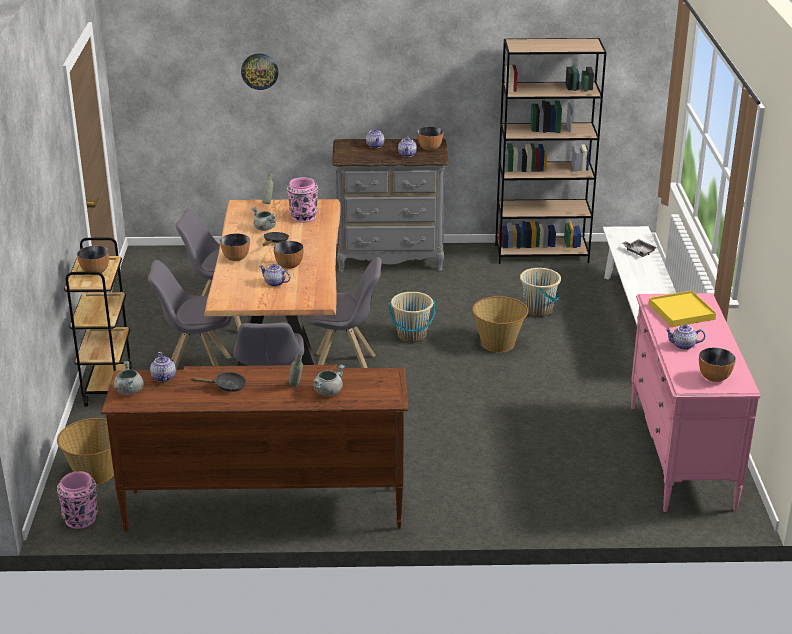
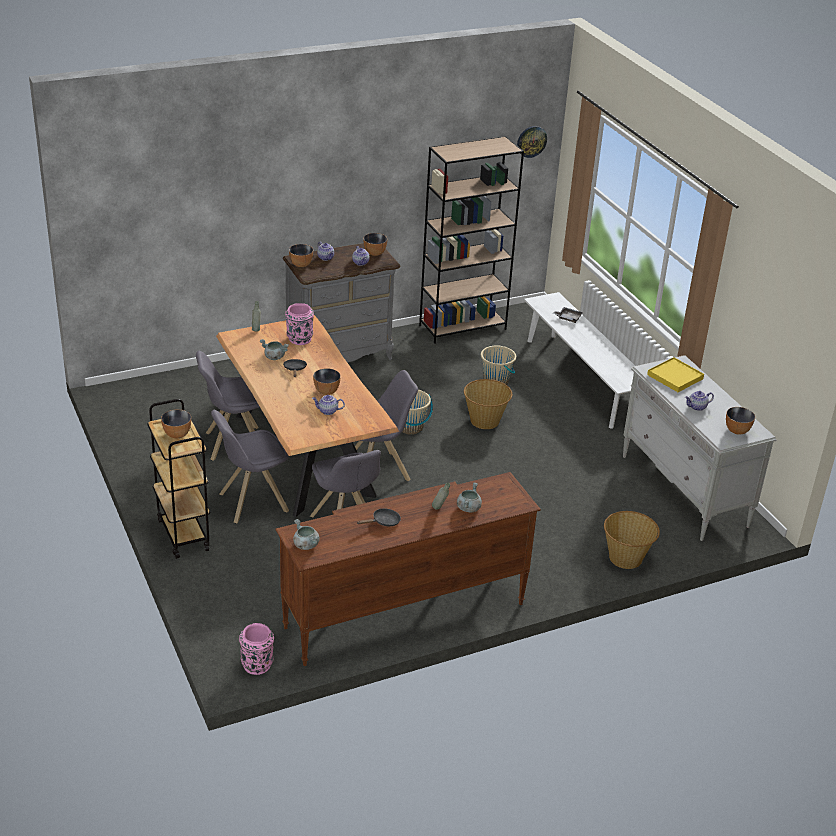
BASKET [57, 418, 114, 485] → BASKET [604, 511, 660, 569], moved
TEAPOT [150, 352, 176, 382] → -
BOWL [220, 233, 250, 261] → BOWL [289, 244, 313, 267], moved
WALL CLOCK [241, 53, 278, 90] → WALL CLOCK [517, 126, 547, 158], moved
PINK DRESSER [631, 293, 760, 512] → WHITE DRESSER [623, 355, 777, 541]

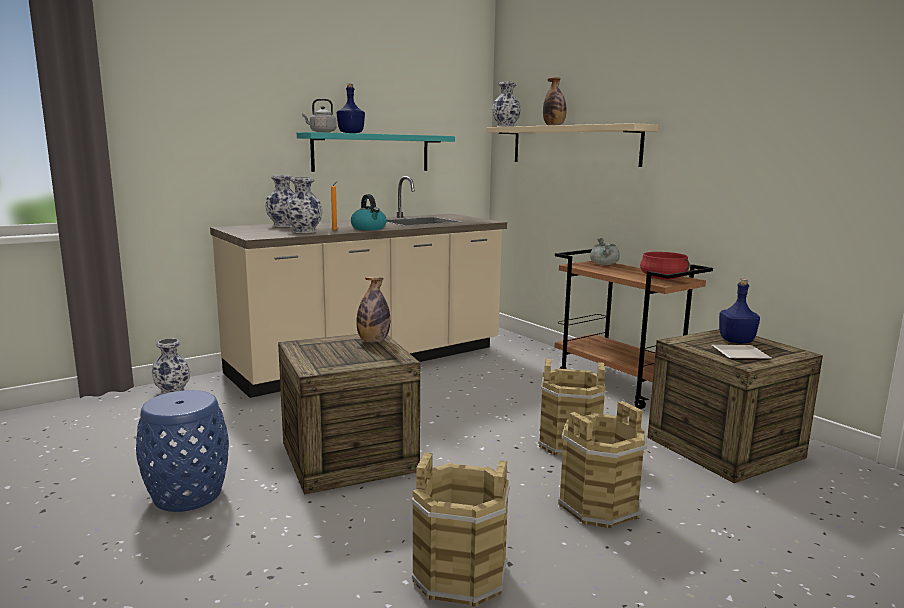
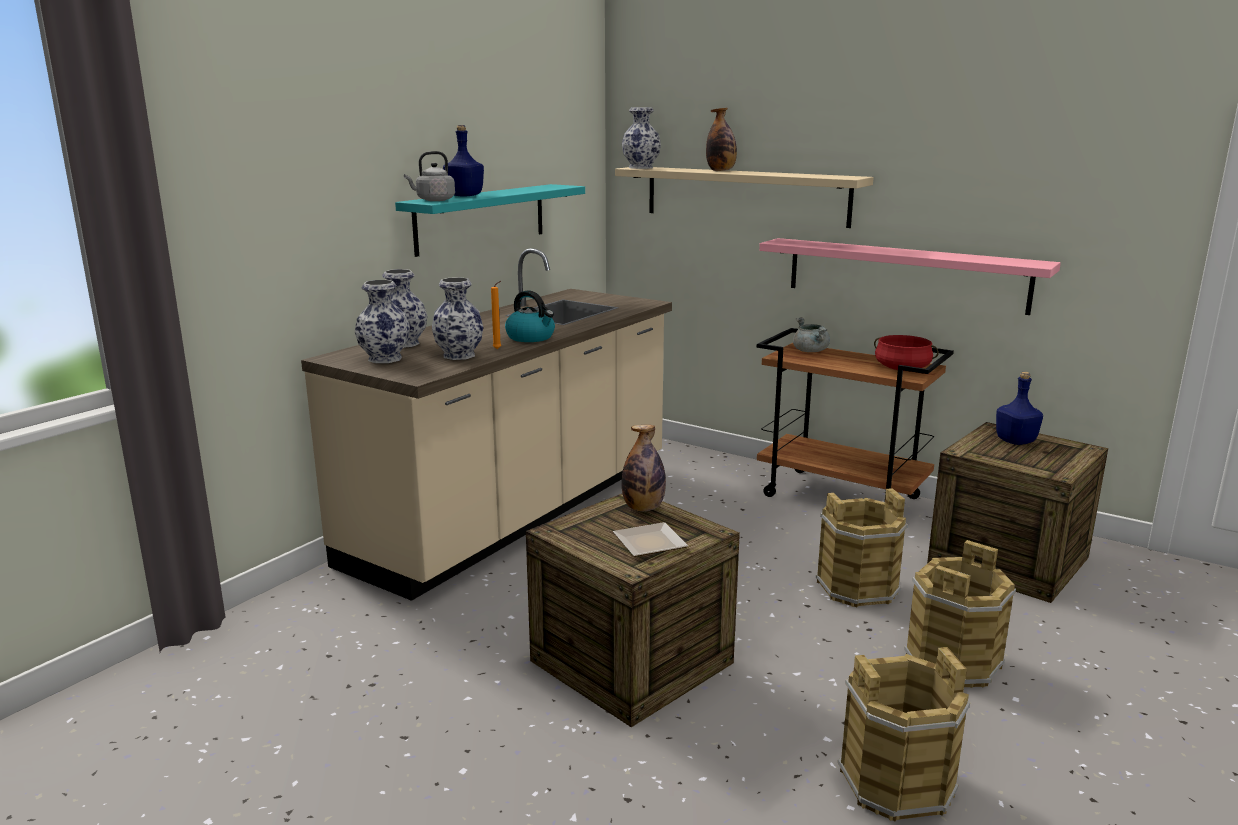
BLUE STOOL [136, 390, 229, 512] → -
VASE [152, 338, 190, 395] → VASE [355, 280, 410, 363], moved
PLATE [712, 345, 772, 360] → PLATE [613, 522, 688, 557], moved
- → PINK SHELF [759, 238, 1061, 315]

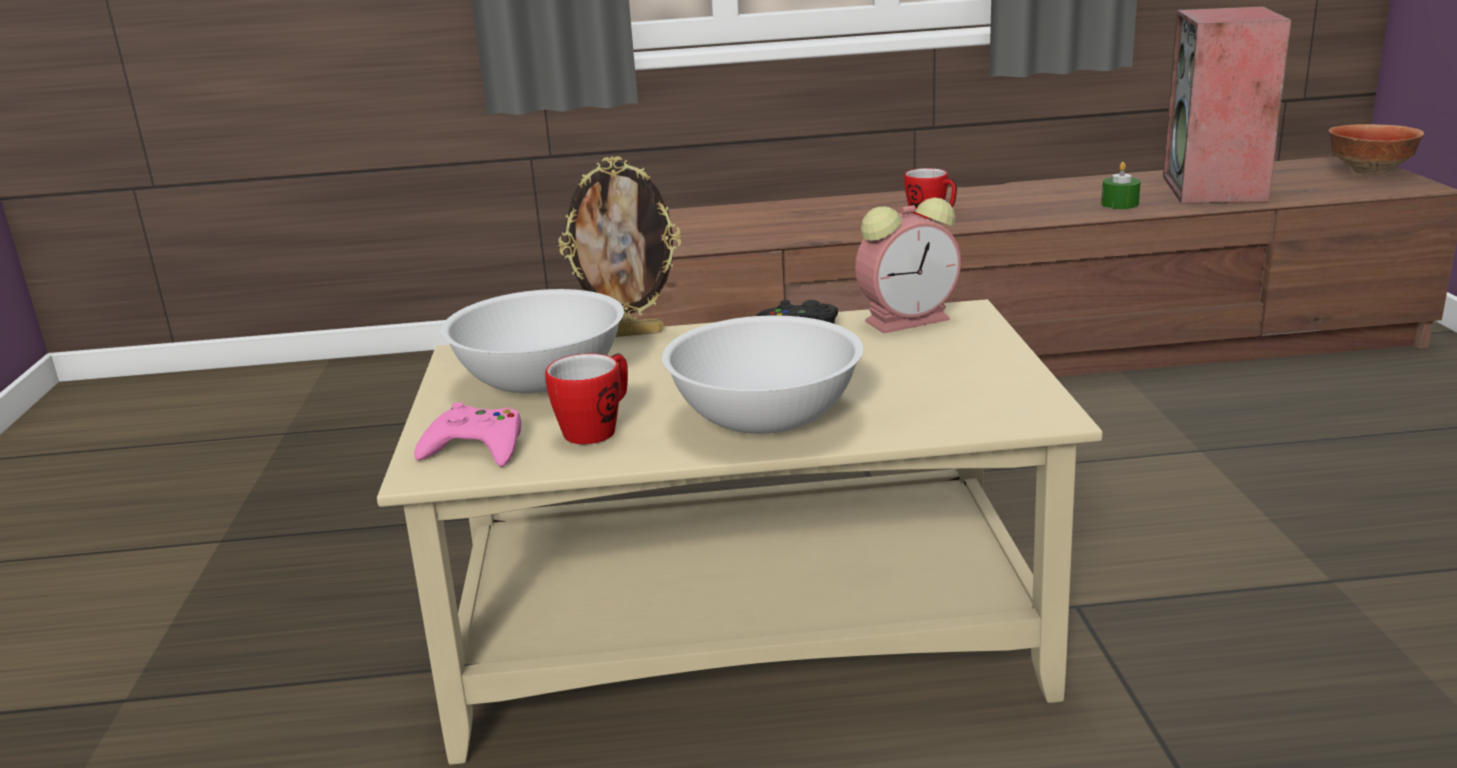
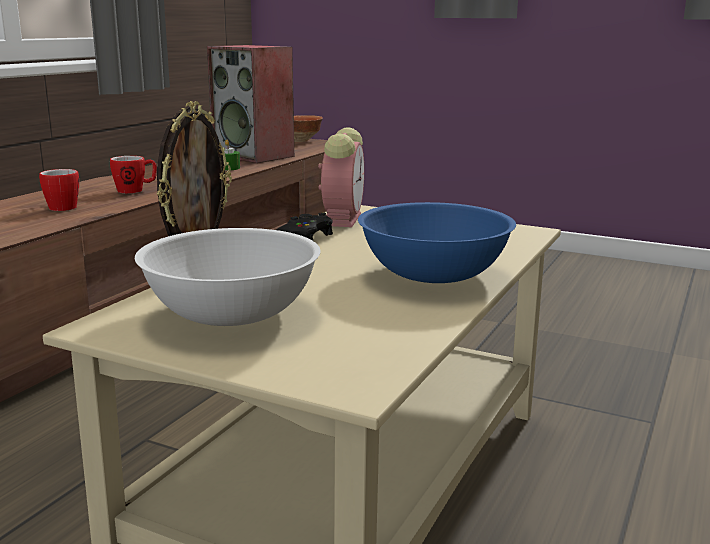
PINK GAME CONTROLLER [414, 402, 521, 467] → -
MUG [545, 354, 628, 444] → MUG [39, 169, 79, 211], moved
WHITE BOWL [662, 315, 863, 434] → BLUE BOWL [358, 202, 516, 283]

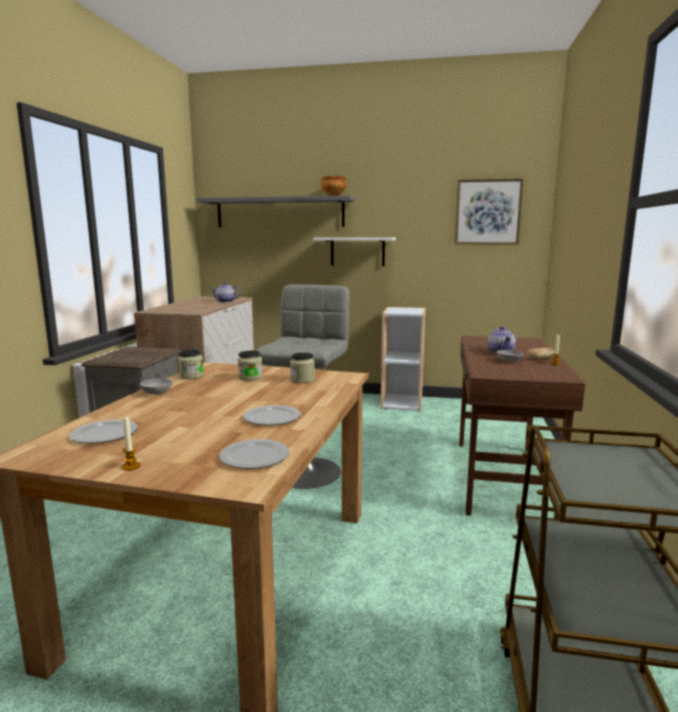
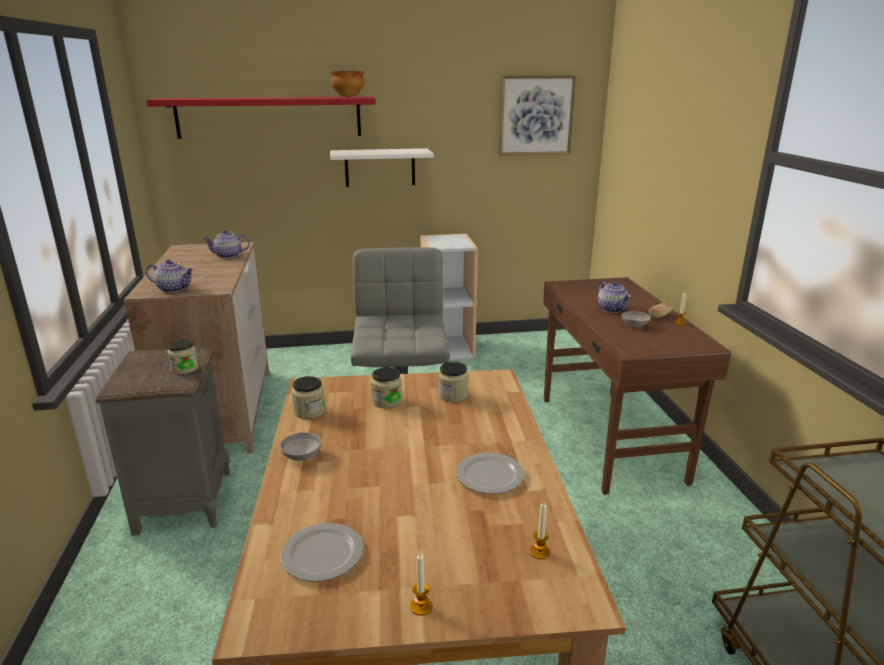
GREY SHELF [197, 195, 355, 227] → RED SHELF [146, 97, 376, 139]
PLATE [219, 439, 290, 469] → CANDLE [530, 503, 550, 560]
- → TEAPOT [146, 259, 194, 293]
- → JAR [167, 339, 198, 374]

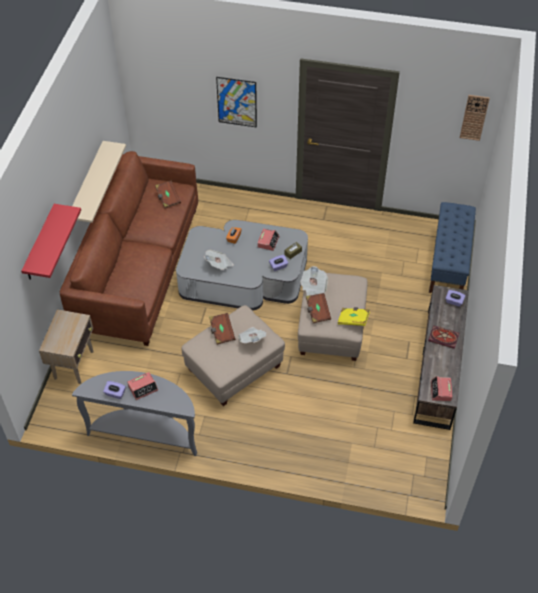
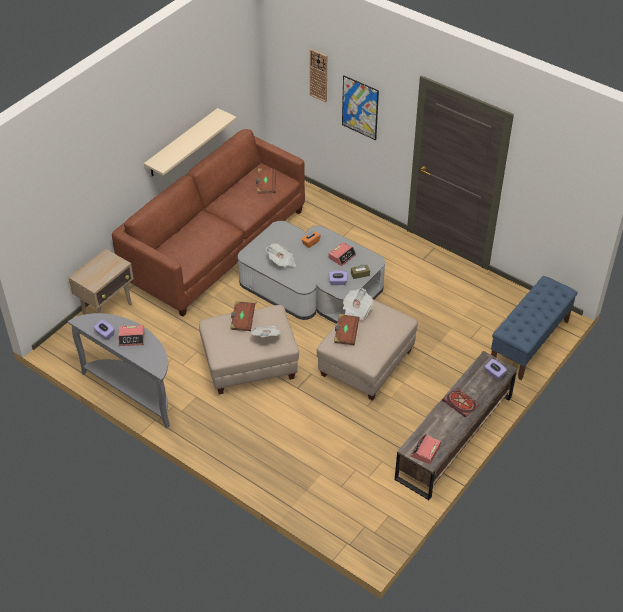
RED SHELF [21, 204, 81, 280] → -
YELLOW BOOK [338, 307, 370, 326] → -
WALL CLOCK [460, 95, 490, 141] → WALL CLOCK [310, 49, 327, 102], moved

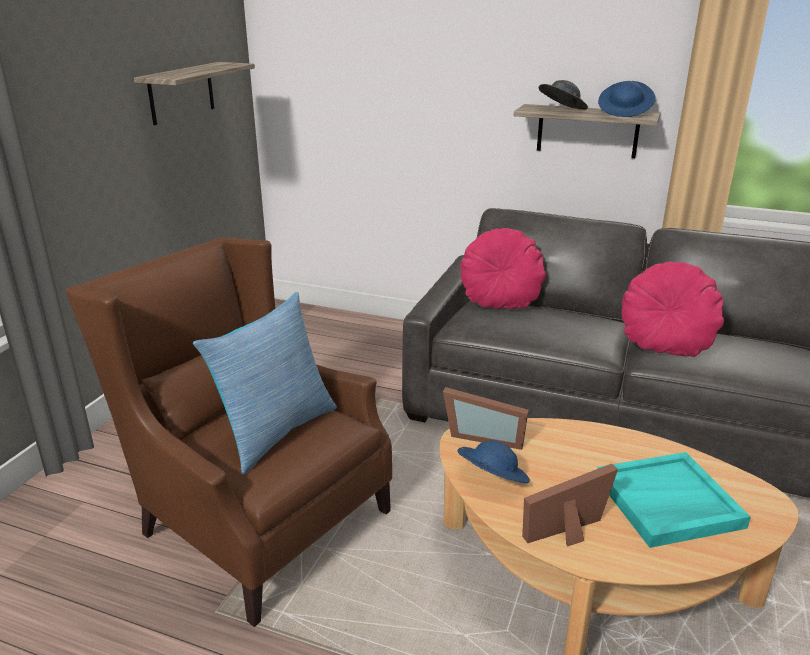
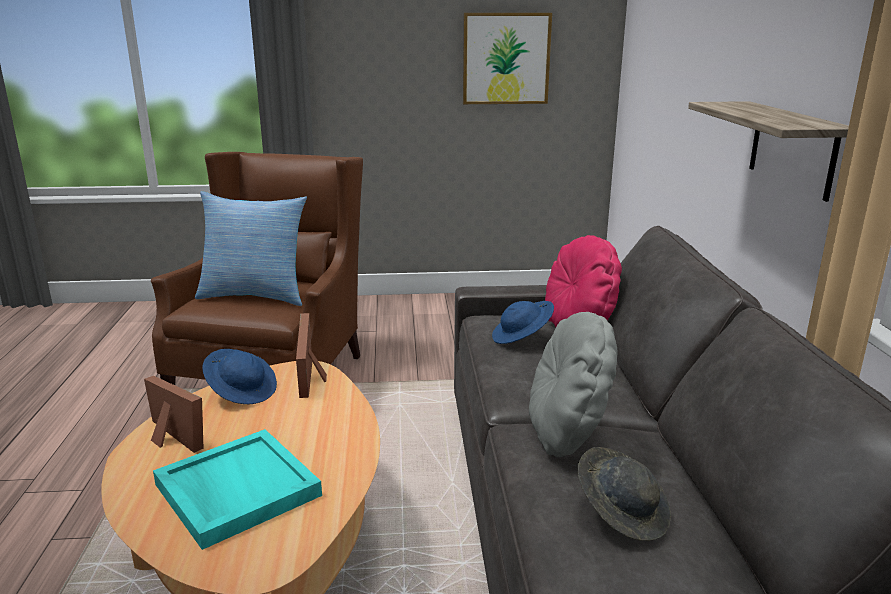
SHELF [134, 62, 255, 125] → PICTURE [463, 13, 552, 104]
GREY HAT [538, 80, 588, 110] → GREY HAT [578, 447, 671, 541], moved
BLUE HAT [598, 81, 656, 117] → BLUE HAT [492, 301, 554, 344], moved
PINK PILLOW [622, 261, 724, 357] → GREY PILLOW [529, 312, 617, 457]

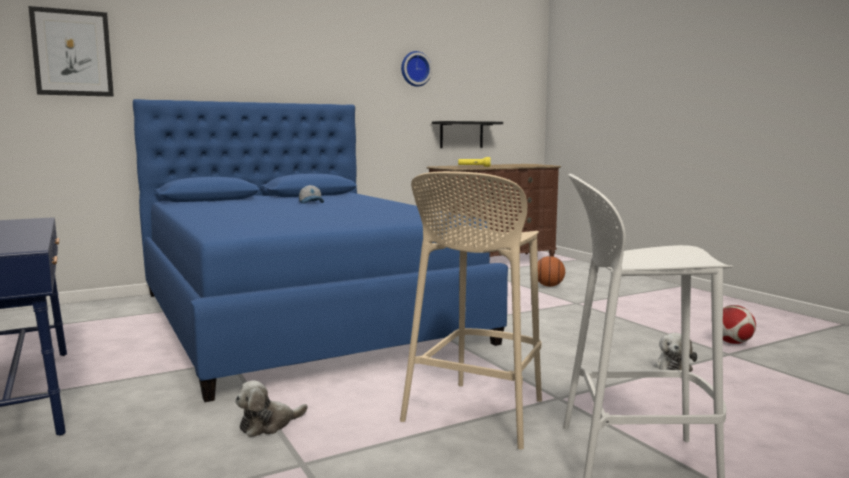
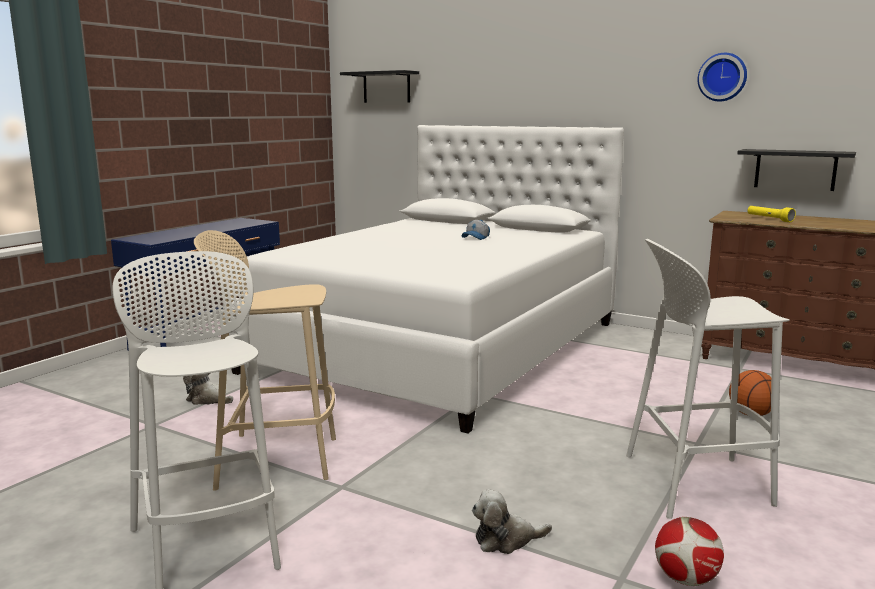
PICTURE [28, 6, 114, 97] → BLACK SHELF [340, 70, 419, 103]
BLUE BED [133, 99, 508, 402] → WHITE BED [223, 125, 624, 433]
- → WHITE STOOL [626, 239, 790, 519]

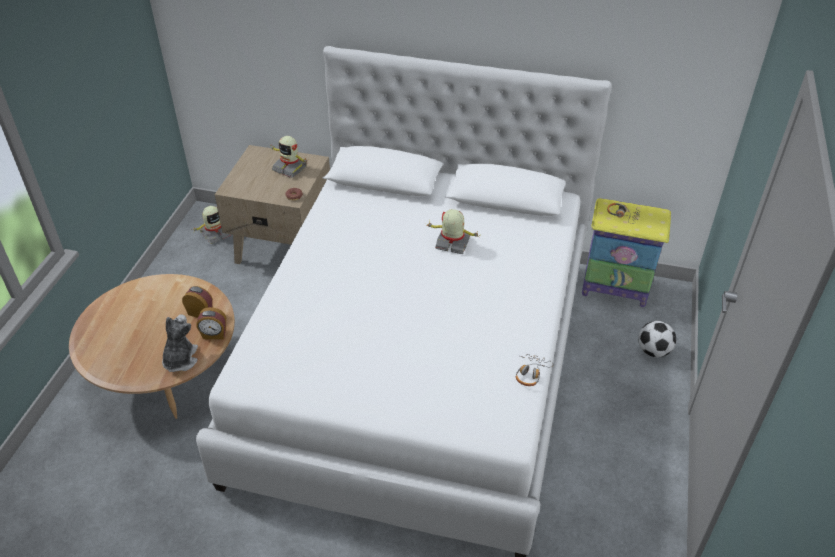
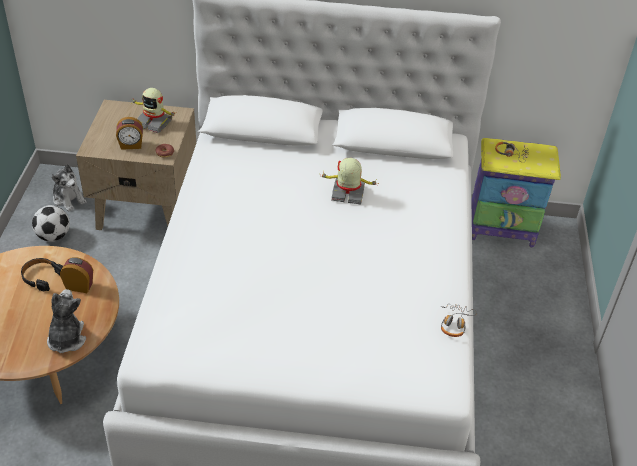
TOY ROBOT [194, 206, 232, 244] → PLUSH TOY [52, 164, 86, 211]
ALARM CLOCK [196, 307, 226, 339] → ALARM CLOCK [116, 117, 143, 150], moved
FOOTBALL [638, 321, 676, 358] → FOOTBALL [32, 205, 70, 242], moved
- → BLACK HEADPHONES [21, 258, 63, 291]

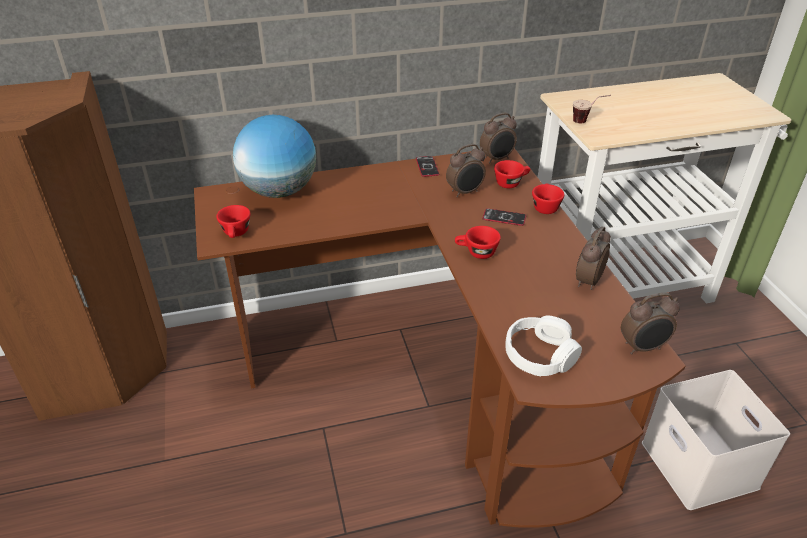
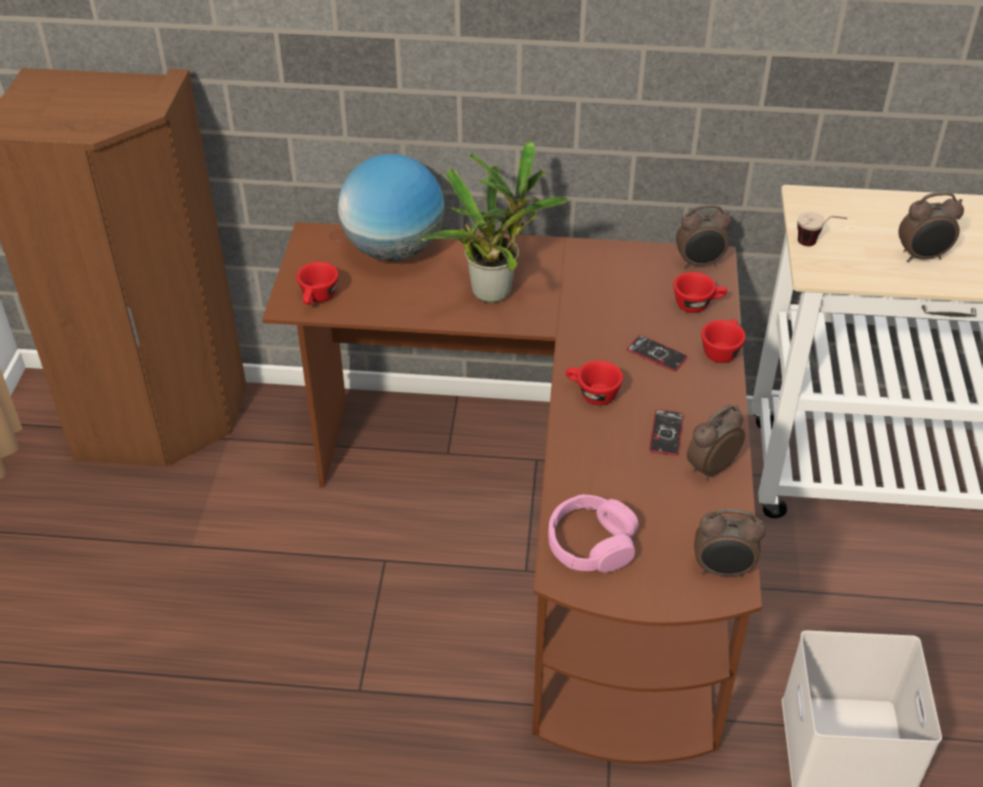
PHONE [416, 156, 440, 177] → PHONE [649, 409, 684, 456], moved
ALARM CLOCK [446, 144, 486, 197] → ALARM CLOCK [898, 192, 964, 262], moved
WHITE HEADPHONES [505, 316, 582, 376] → PINK HEADPHONES [548, 494, 639, 572]
- → POTTED PLANT [421, 141, 569, 303]

